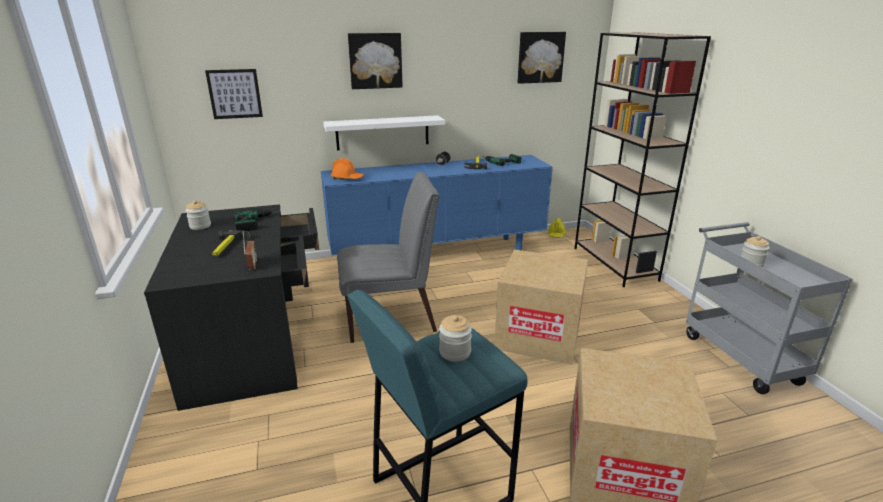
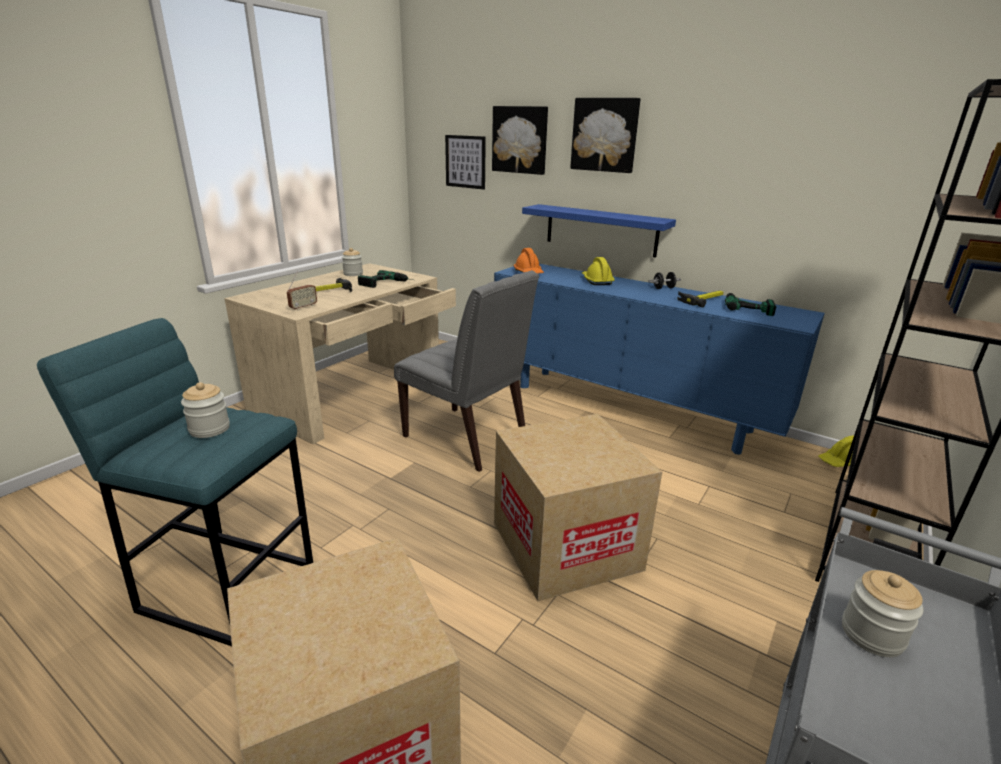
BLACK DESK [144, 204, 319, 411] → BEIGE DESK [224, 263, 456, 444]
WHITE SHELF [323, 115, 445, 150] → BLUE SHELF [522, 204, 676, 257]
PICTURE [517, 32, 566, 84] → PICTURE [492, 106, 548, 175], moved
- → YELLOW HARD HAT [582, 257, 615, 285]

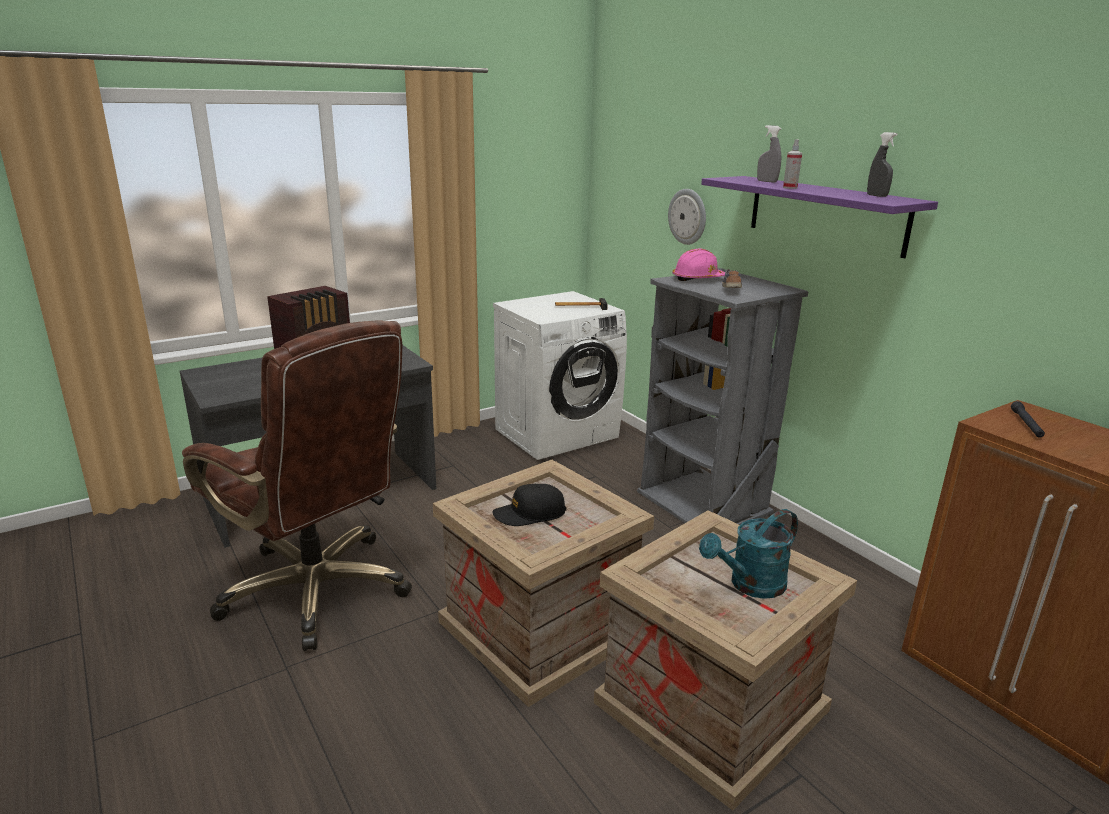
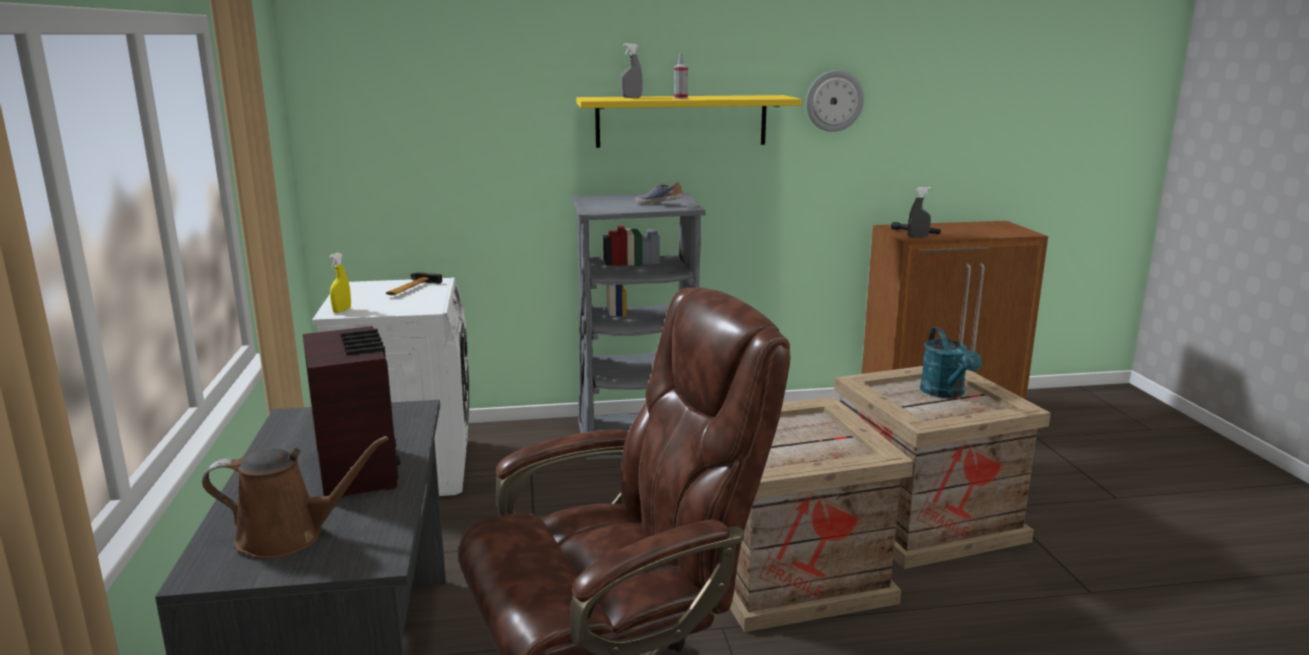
BLACK CAP [492, 484, 566, 526] → -
WALL CLOCK [668, 189, 706, 245] → WALL CLOCK [806, 70, 864, 132], moved
PINK HARD HAT [672, 249, 725, 281] → -
PURPLE SHELF [701, 176, 938, 258] → YELLOW SHELF [576, 95, 802, 148]
GREY SPRAY BOTTLE [867, 132, 897, 197] → GREY SPRAY BOTTLE [908, 187, 931, 237], moved
- → BROWN WATERING CAN [202, 436, 389, 559]
- → YELLOW SPRAY BOTTLE [329, 253, 351, 313]

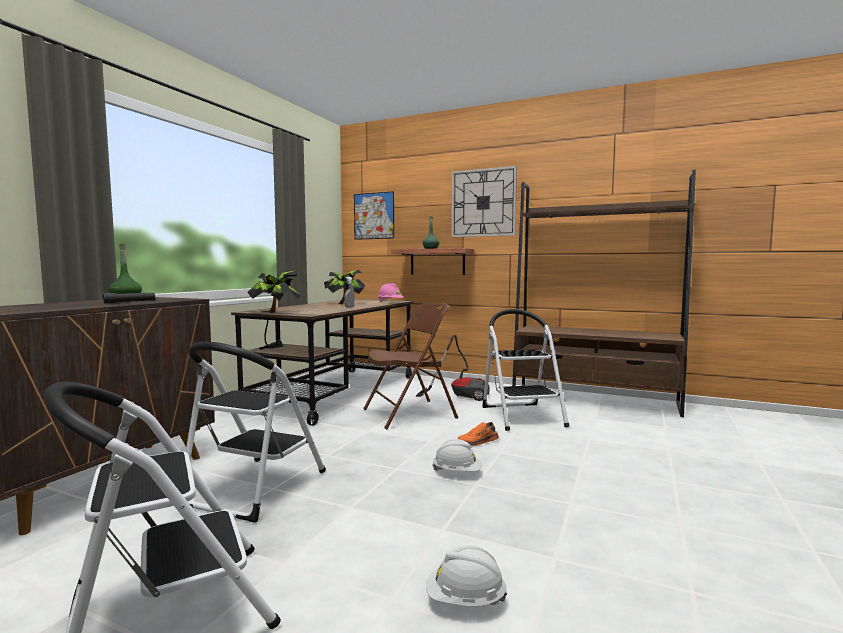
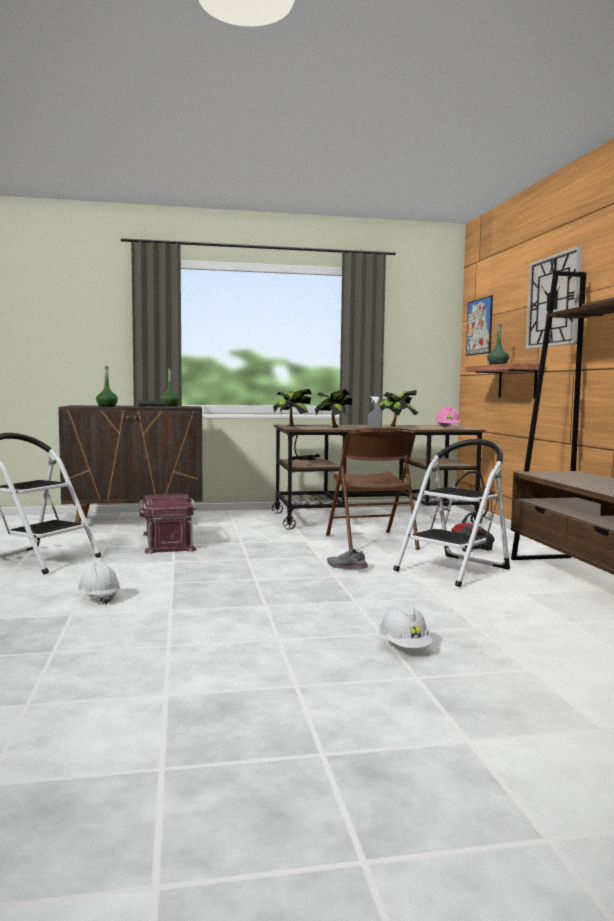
STEP LADDER [186, 342, 326, 523] → RED STORAGE BOX [139, 494, 197, 554]
BROWN CHAIR [363, 302, 458, 430] → BROWN CHAIR [326, 427, 420, 550], 45 degrees clockwise
WHITE HARD HAT [432, 439, 482, 471] → WHITE HARD HAT [379, 604, 433, 648], moved
ORANGE SHOE [458, 422, 499, 446] → GREY SHOE [327, 549, 368, 569]
- → GREEN BOTTLE [96, 366, 118, 407]
- → POTTED PLANT [315, 389, 352, 428]

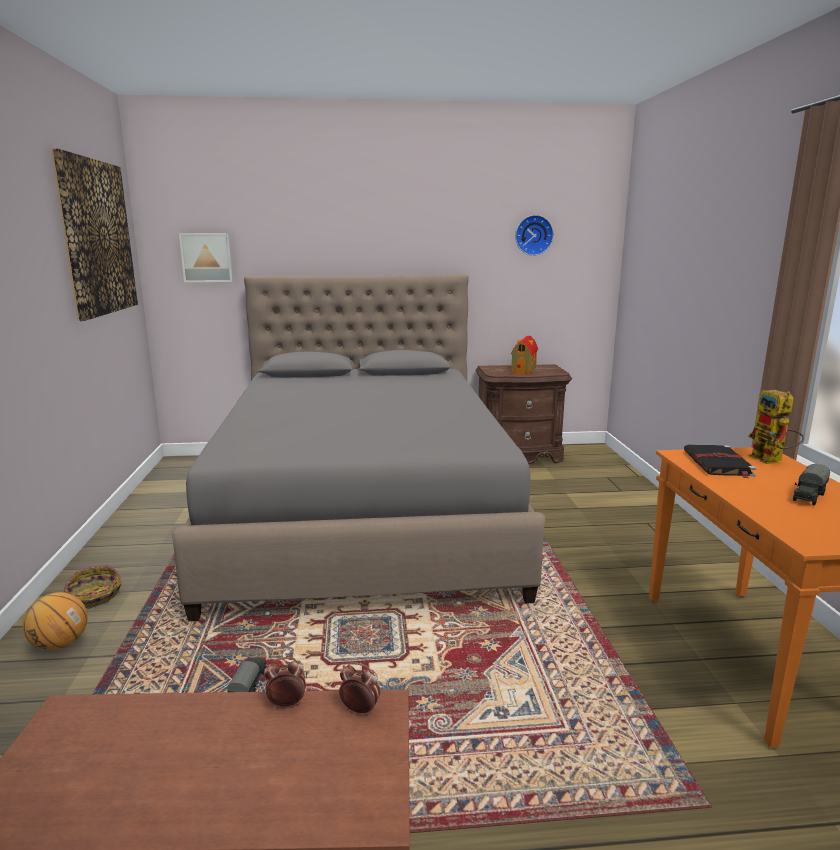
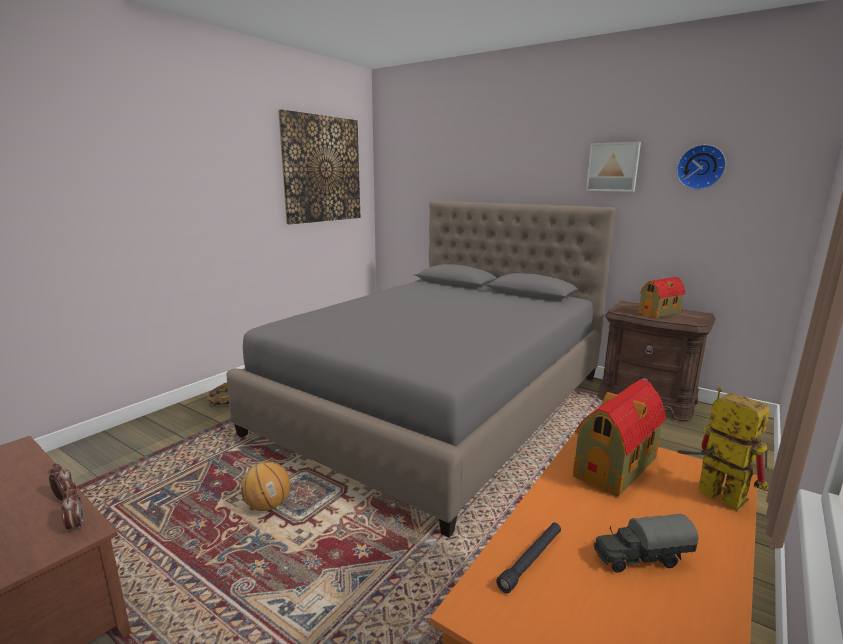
BASKETBALL [23, 592, 88, 651] → BASKETBALL [241, 462, 290, 511], moved
PICTURE [179, 233, 233, 282] → PICTURE [586, 142, 641, 192], moved
TOY TRUCK [227, 657, 267, 692] → -
BLACK BOOK [684, 445, 756, 478] → TOY HOUSE [573, 379, 666, 497]
TOY ROBOT [748, 390, 804, 464] → TOY ROBOT [677, 387, 770, 511], 120 degrees clockwise
- → BLACK FLASHLIGHT [496, 522, 561, 593]

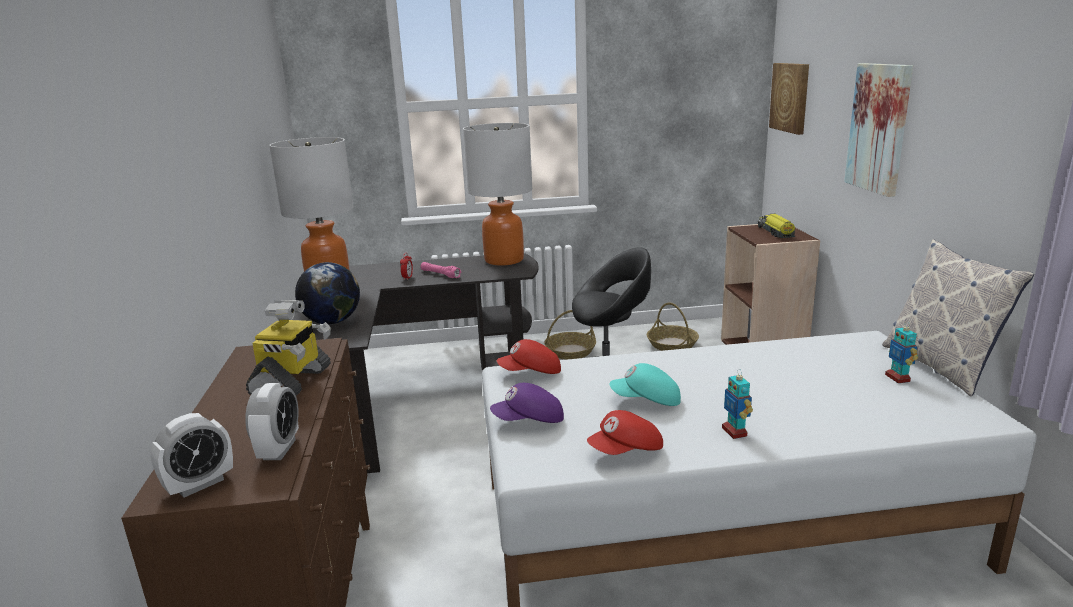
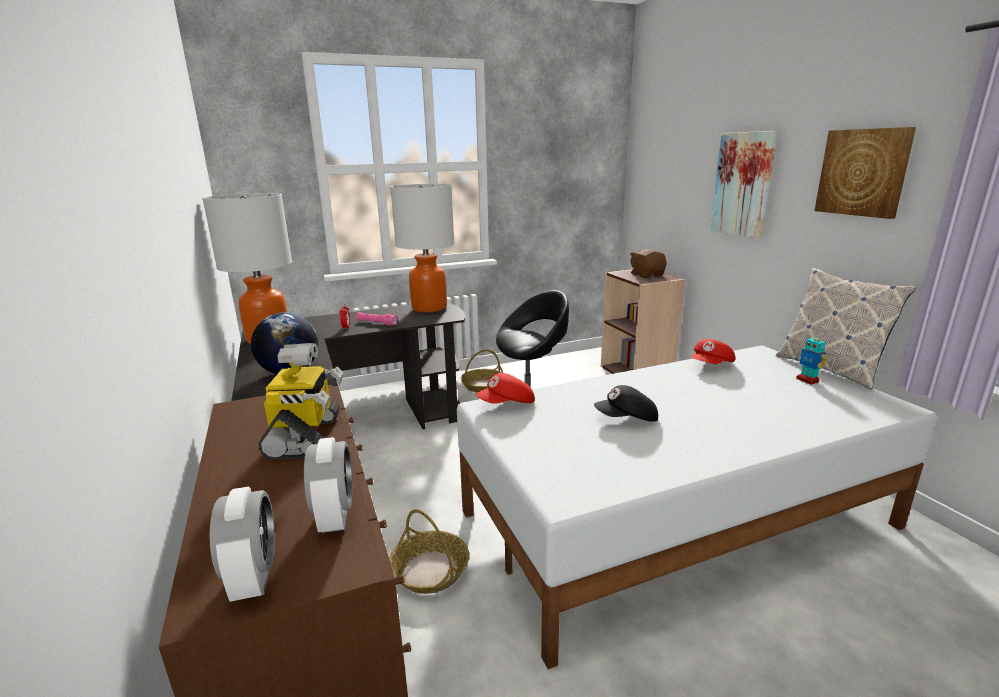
ALARM CLOCK [150, 413, 233, 498] → ALARM CLOCK [210, 487, 275, 602], 45 degrees counterclockwise
PURPLE CAP [490, 383, 564, 423] → -
RED CAP [587, 410, 663, 455] → RED CAP [691, 339, 735, 364], moved
TURQUOISE CAP [610, 363, 681, 406] → BLACK CAP [594, 385, 658, 421]
BASKET [647, 302, 699, 351] → BASKET [389, 509, 469, 594], moved
TOY ROBOT [722, 369, 753, 439] → -
TOY TRUCK [758, 214, 795, 238] → BROWN PLUSH TOY [630, 249, 667, 278]
PICTURE [769, 63, 809, 135] → PICTURE [815, 127, 916, 219], moved

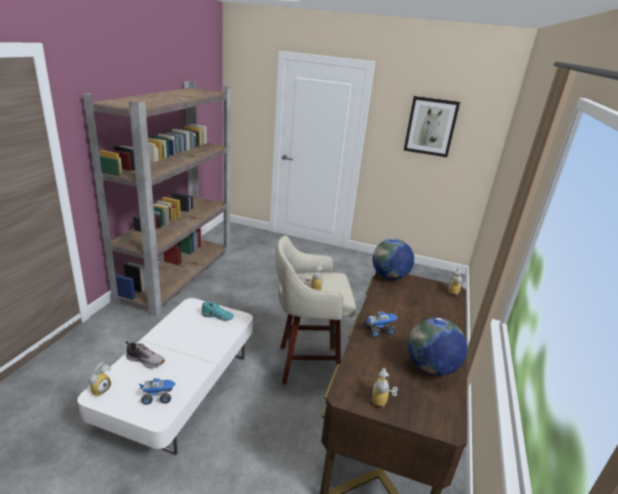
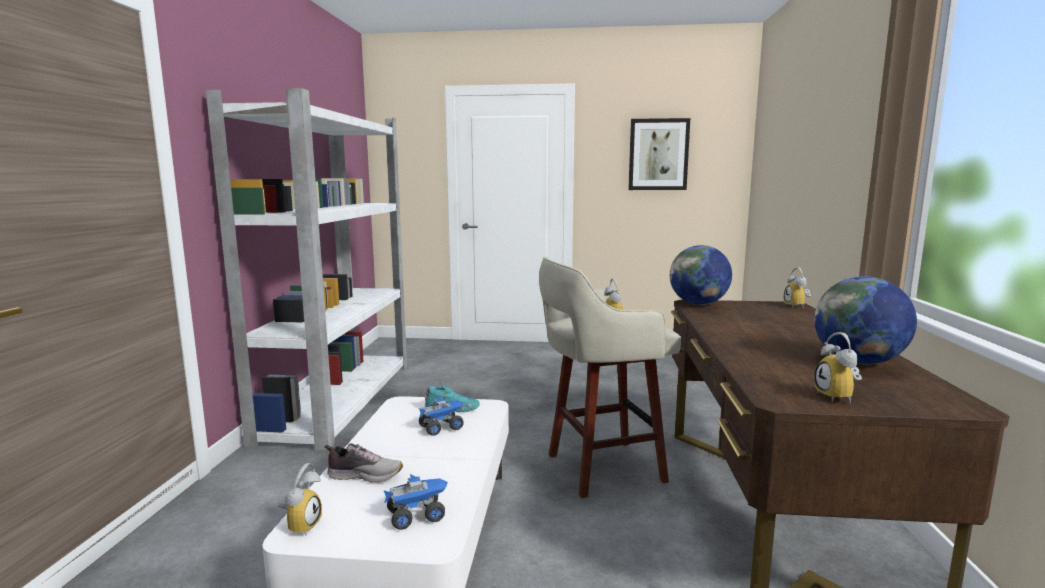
BROWN BOOKCASE [83, 81, 231, 316] → WHITE BOOKCASE [206, 88, 407, 451]
TOY TRUCK [364, 311, 397, 338] → TOY TRUCK [419, 396, 464, 436], moved

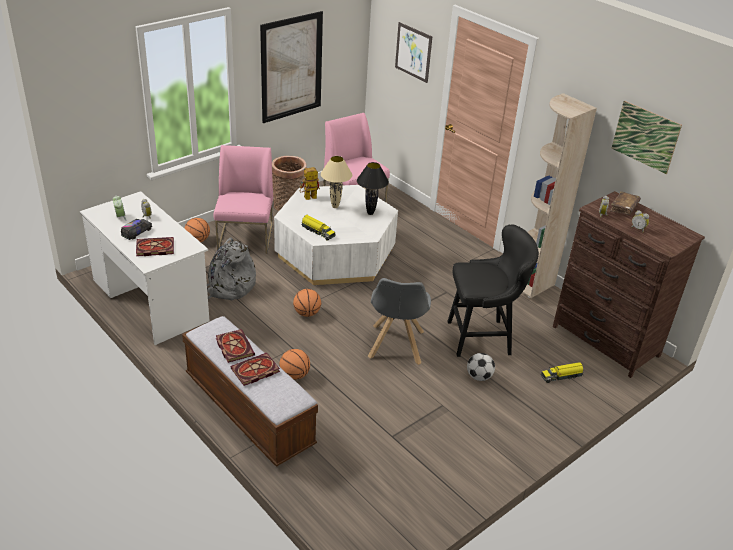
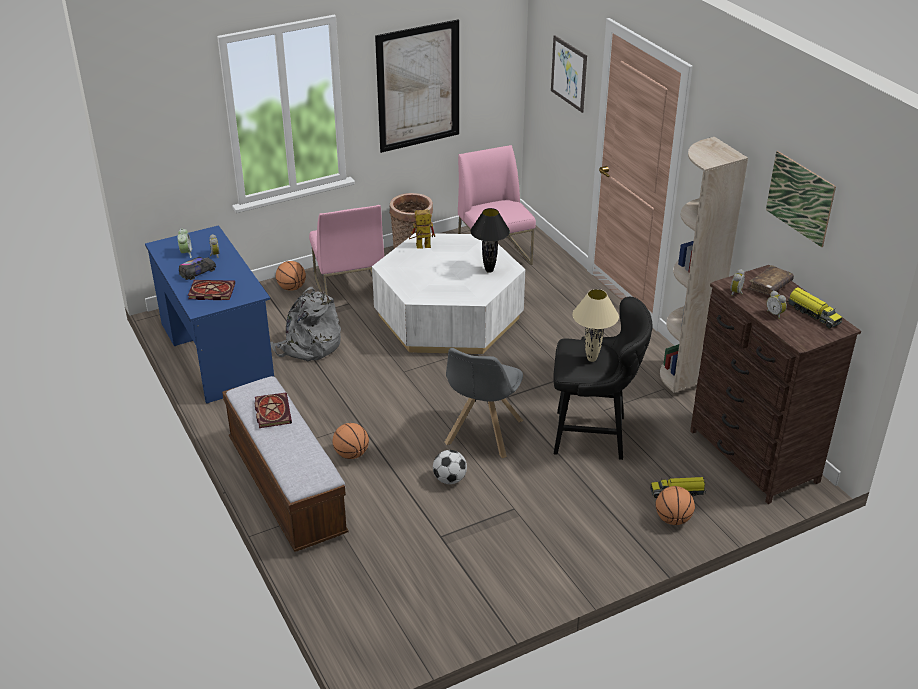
WHITE DESK [80, 191, 210, 345] → BLUE DESK [145, 225, 274, 404]
PINK CHAIR [213, 145, 273, 254] → PINK CHAIR [309, 205, 384, 296], 150 degrees clockwise
BOOK [230, 353, 280, 386] → -
BASKETBALL [293, 289, 321, 317] → BASKETBALL [655, 486, 695, 525], moved
TOY TRUCK [301, 215, 336, 241] → TOY TRUCK [787, 287, 842, 329], moved
BEIGE TABLE LAMP [321, 156, 352, 208] → BEIGE TABLE LAMP [572, 289, 619, 362], moved
FOOTBALL [467, 353, 495, 381] → FOOTBALL [433, 450, 467, 484], moved

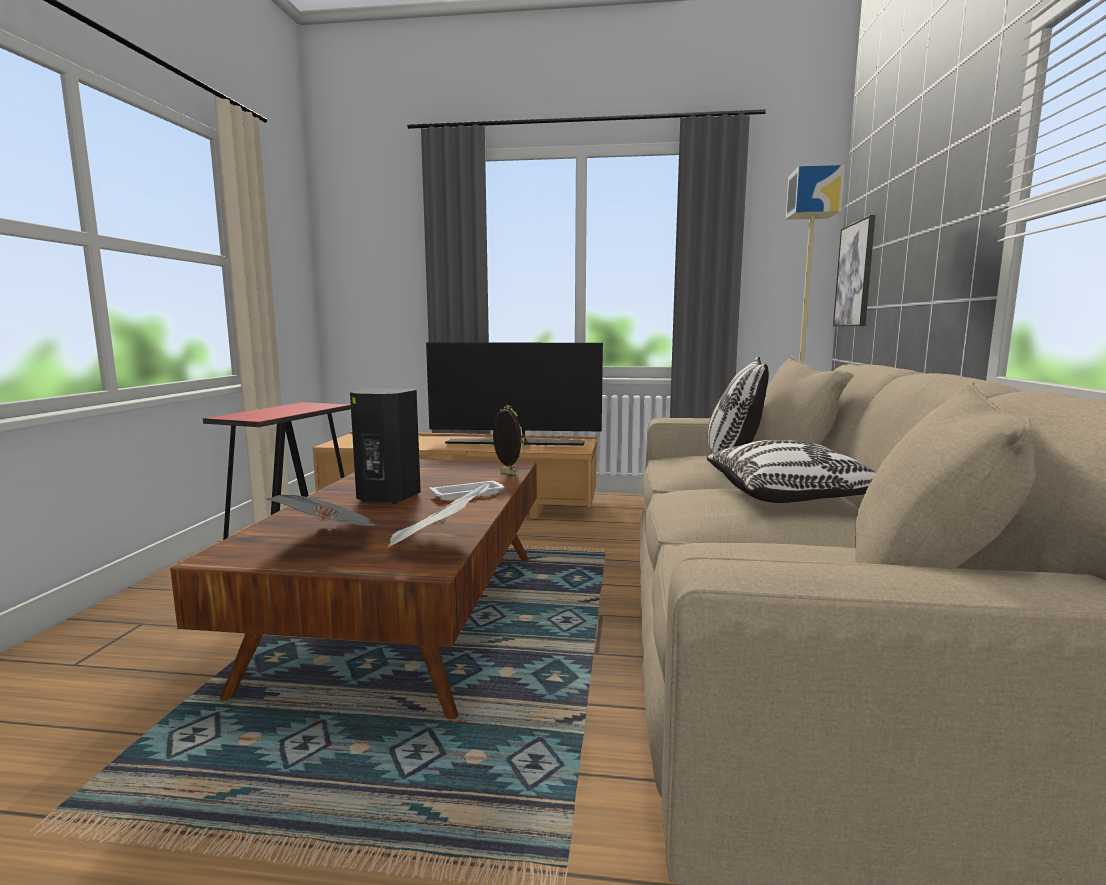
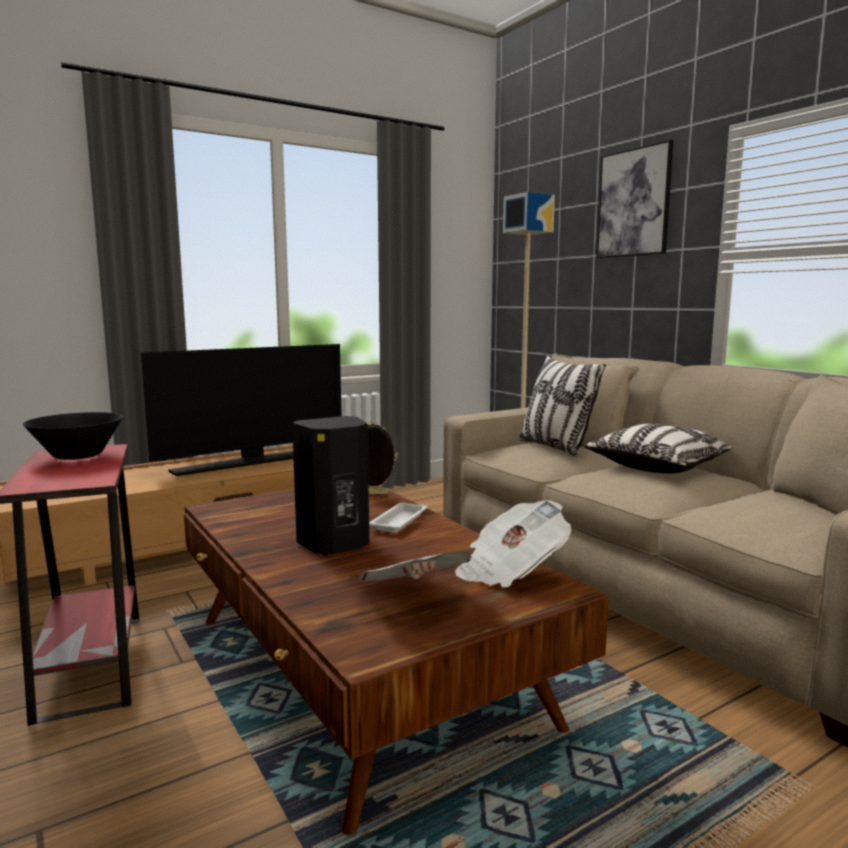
PICTURE [833, 215, 875, 326] → PICTURE [596, 139, 673, 258], moved
- → BLACK BOWL [23, 412, 123, 460]

